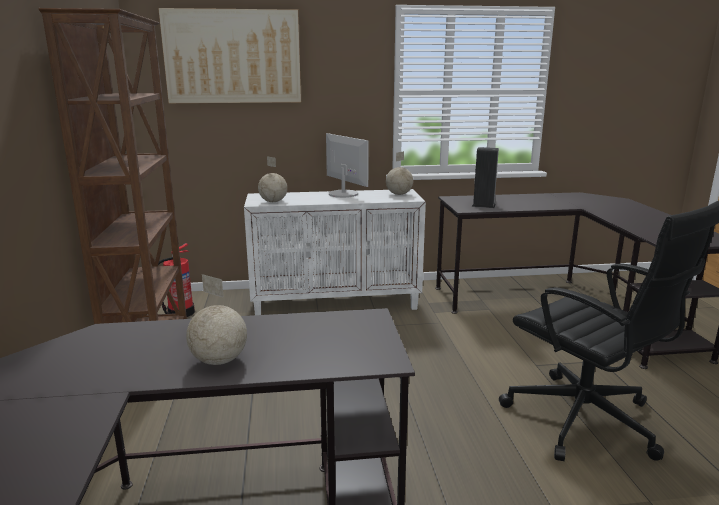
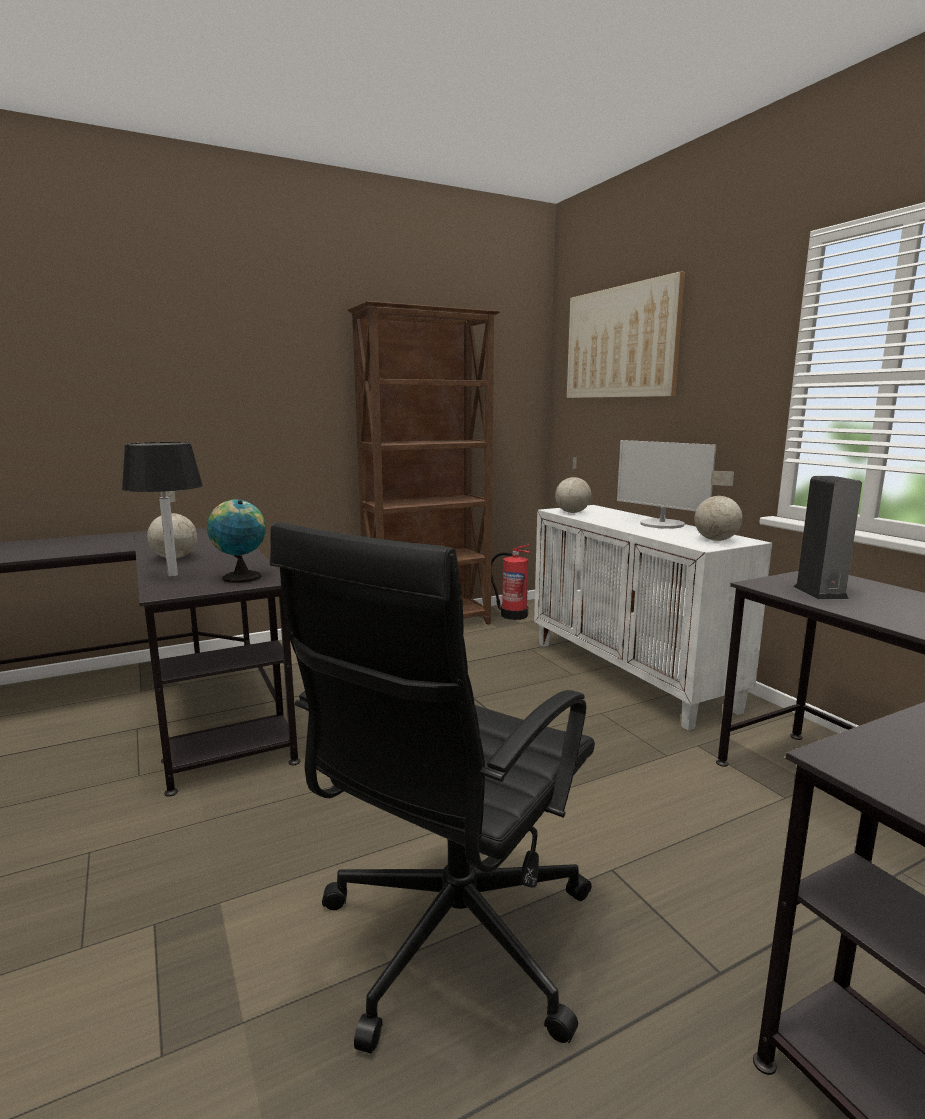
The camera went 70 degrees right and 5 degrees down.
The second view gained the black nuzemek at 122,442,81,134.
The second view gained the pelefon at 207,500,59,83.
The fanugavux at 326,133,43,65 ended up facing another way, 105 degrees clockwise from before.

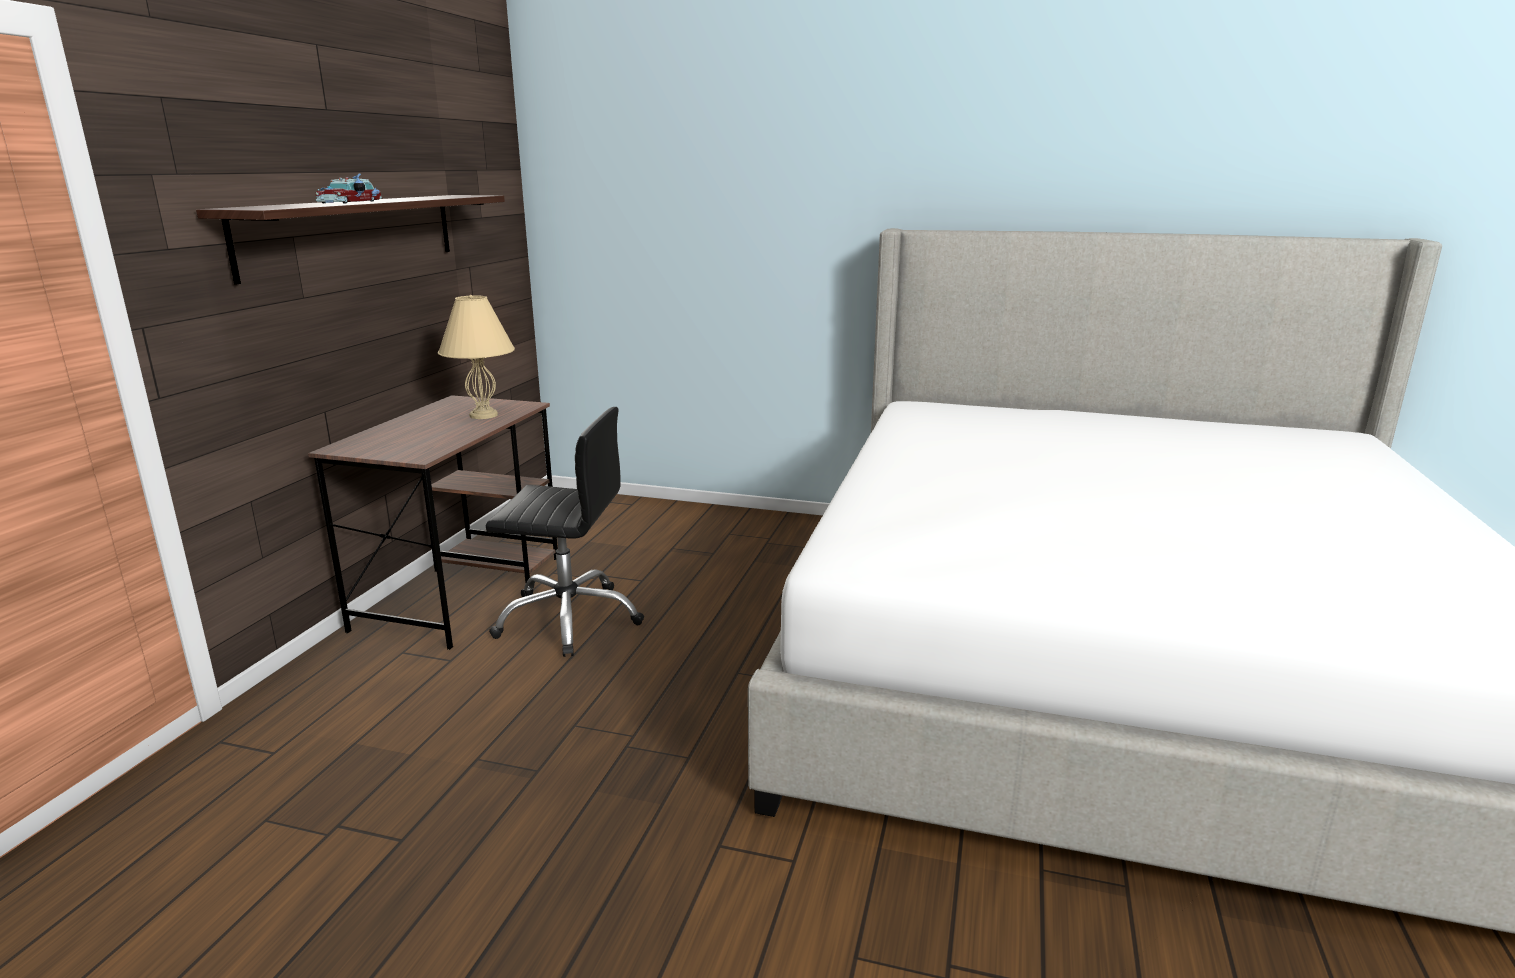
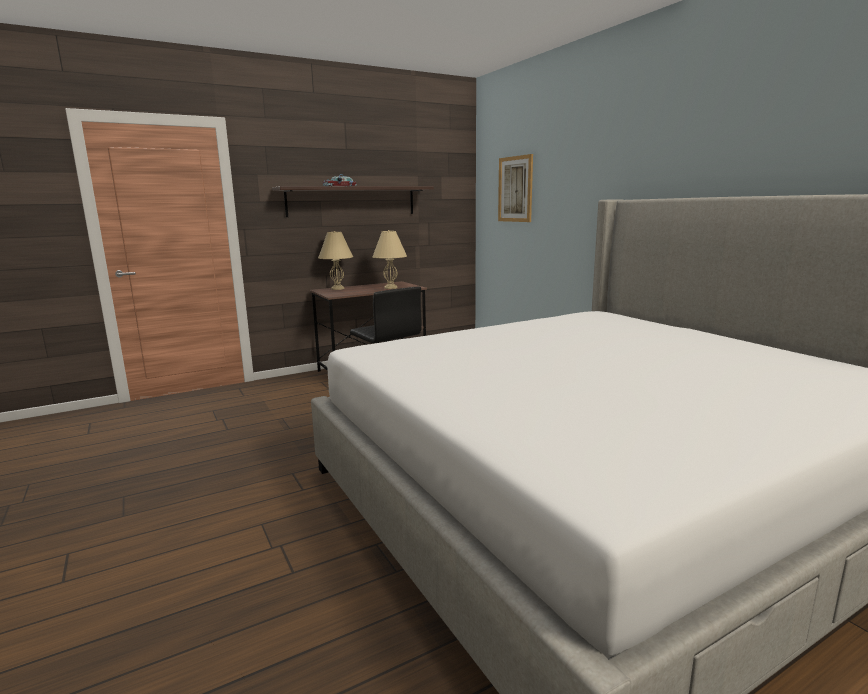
The camera went 45 degrees right and 5 degrees down.
The second view gained the beige nuzemek at 318,231,35,59.
The second view gained the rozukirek at 498,154,35,68.

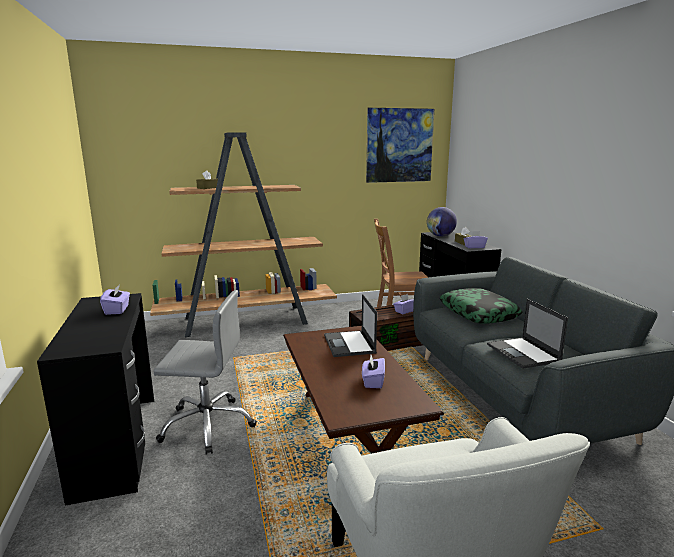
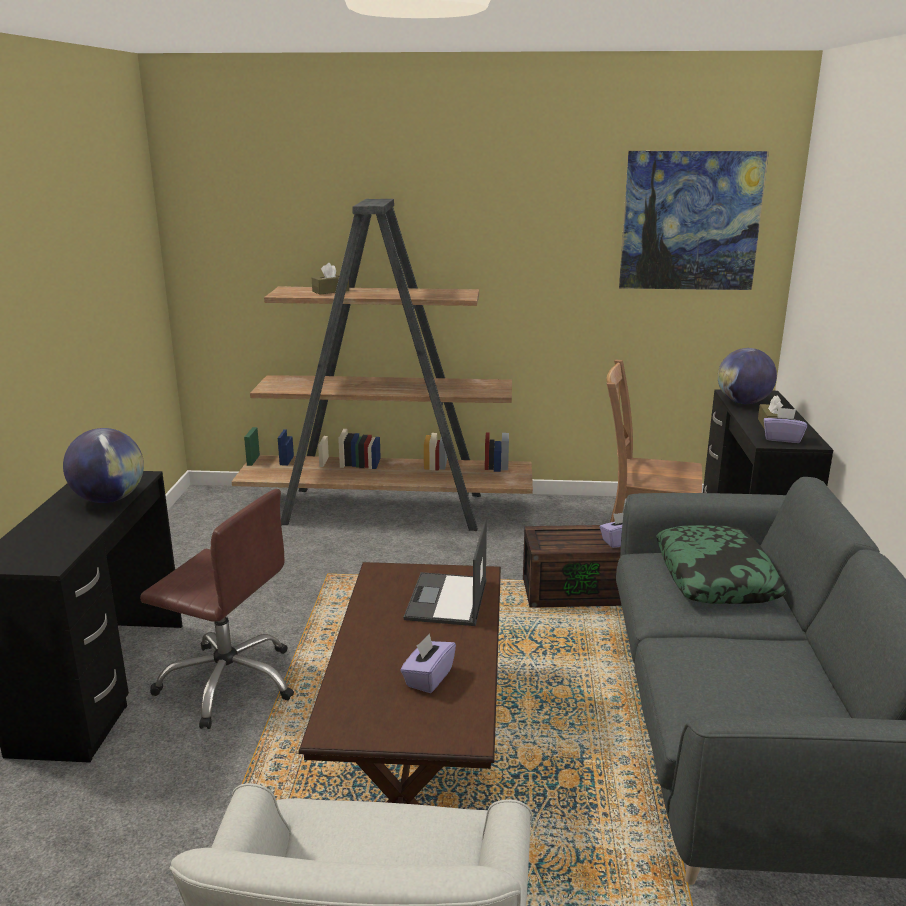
The camera went 20 degrees right and 5 degrees up.
Where the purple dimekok stood at 100,284,30,31, the pelefon came to stand at 63,428,81,75.
What was the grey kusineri at 153,290,104,165 turned into the brown kusineri at 140,489,154,240.
The second view lost the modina at 487,299,81,70.

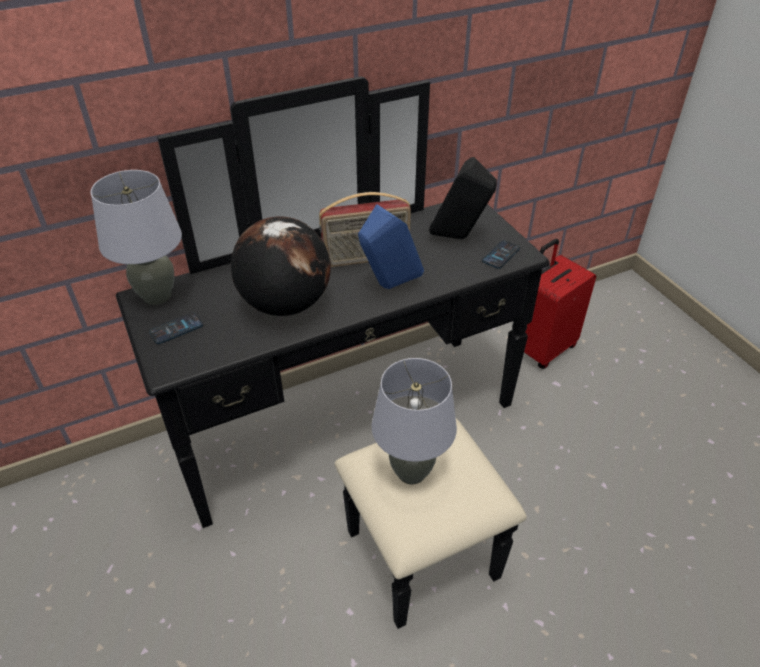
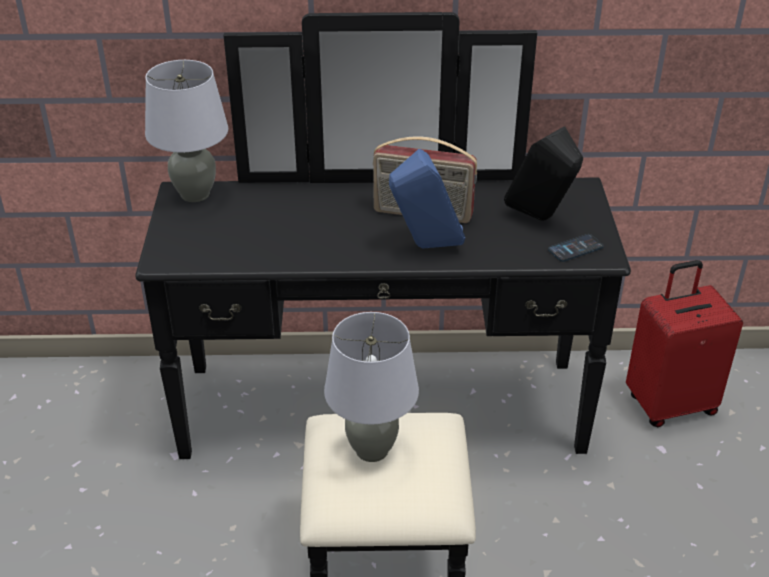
The camera went 25 degrees right and 5 degrees down.
The second view lost the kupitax at 149,313,54,31.
The second view lost the pelefon at 231,216,100,100.

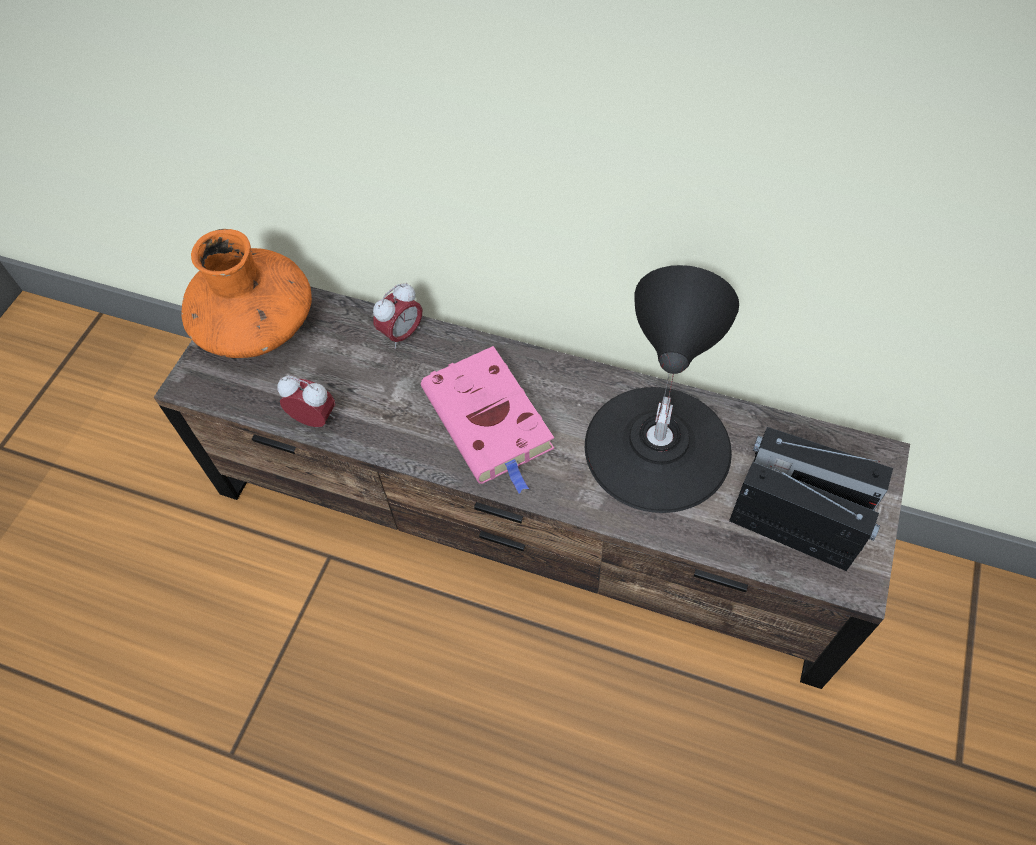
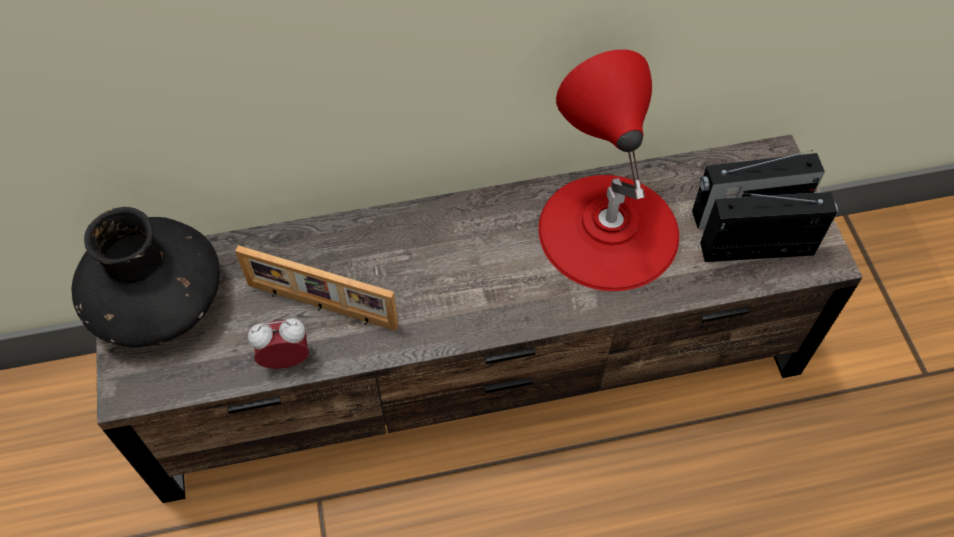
The camera went 35 degrees left and 0 degrees up.
What was the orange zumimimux at 182,229,130,129 turned into the black zumimimux at 71,207,149,140.
The second view gained the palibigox at 235,245,164,86.
What was the black nuzemek at 585,265,154,248 turned into the red nuzemek at 538,50,141,241.
The second view lost the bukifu at 373,283,49,66.
The second view lost the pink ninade at 421,346,133,148.

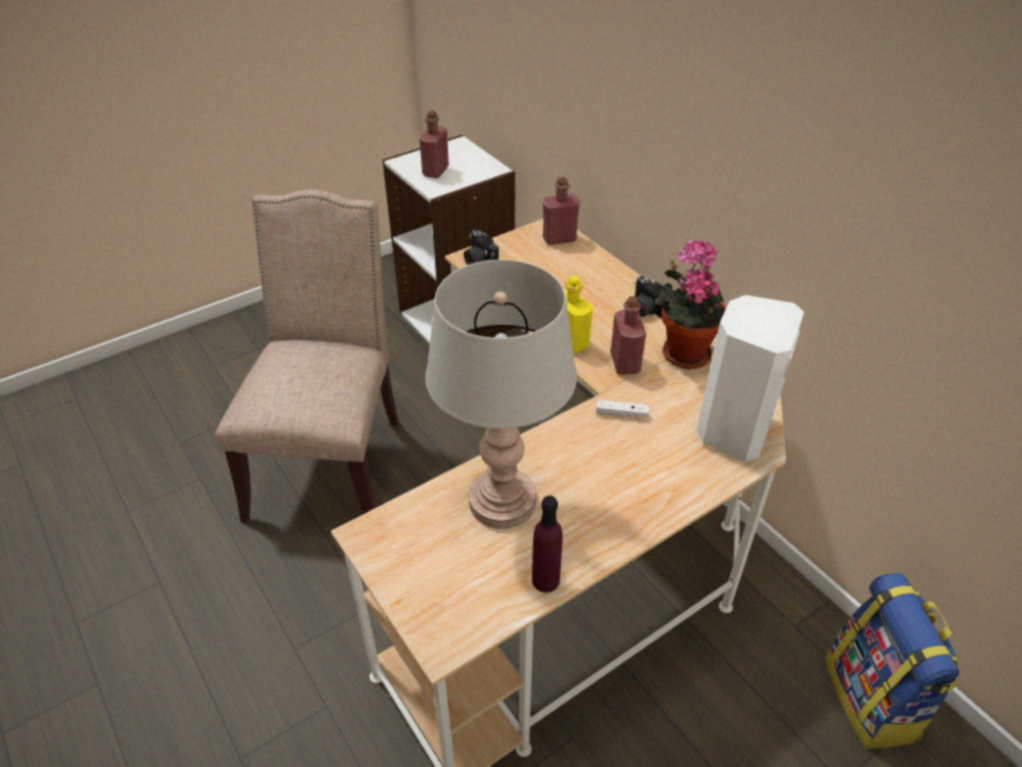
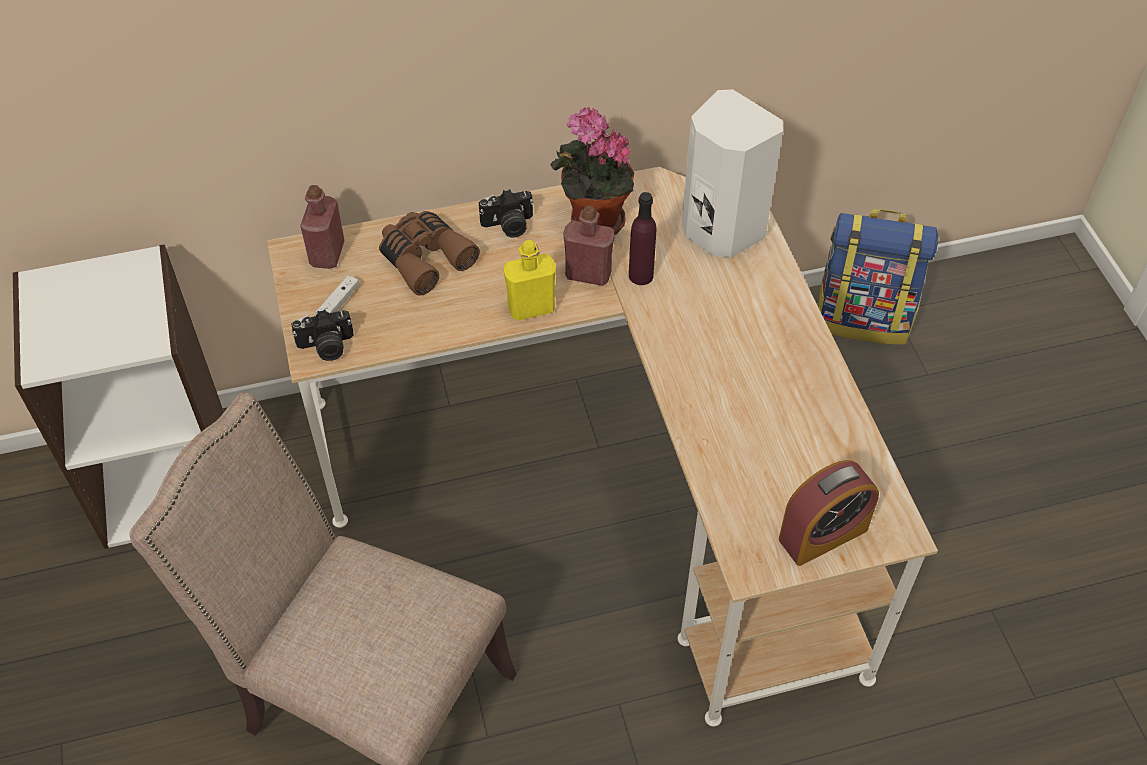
The camera went 70 degrees left and 10 degrees up.
The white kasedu ended up elsewhere, having gone from 596,400,53,18 to 316,275,43,40.
The second view gained the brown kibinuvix at 379,211,101,85.
The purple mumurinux ended up elsewhere, having gone from 532,496,31,96 to 629,192,27,93.
The second view gained the bukifu at 779,460,100,106.
The second view lost the red mumurinux at 419,110,30,68.
The second view lost the grey nuzemek at 425,260,152,269.

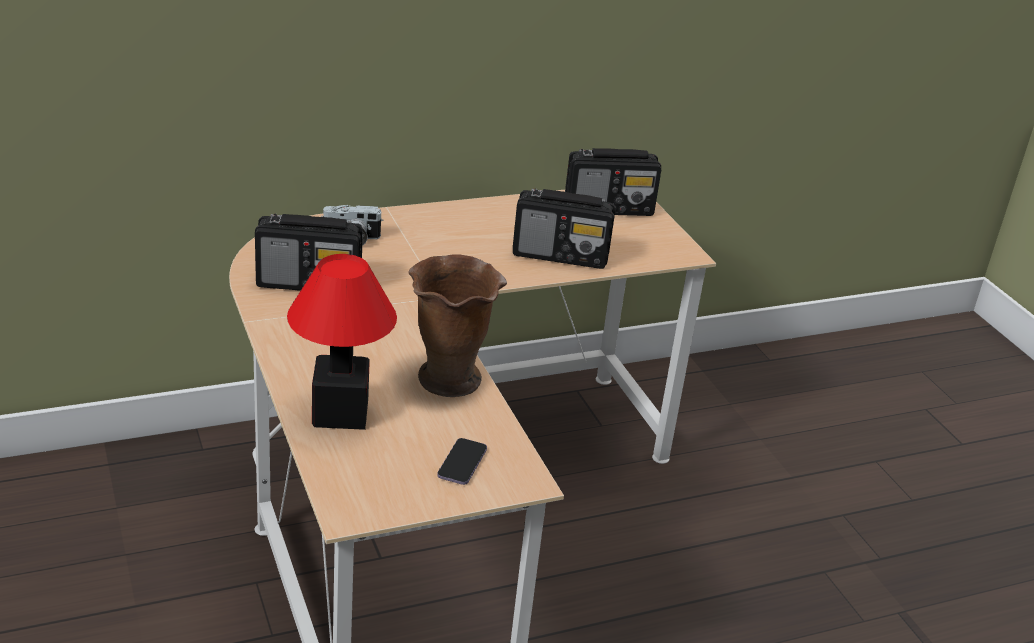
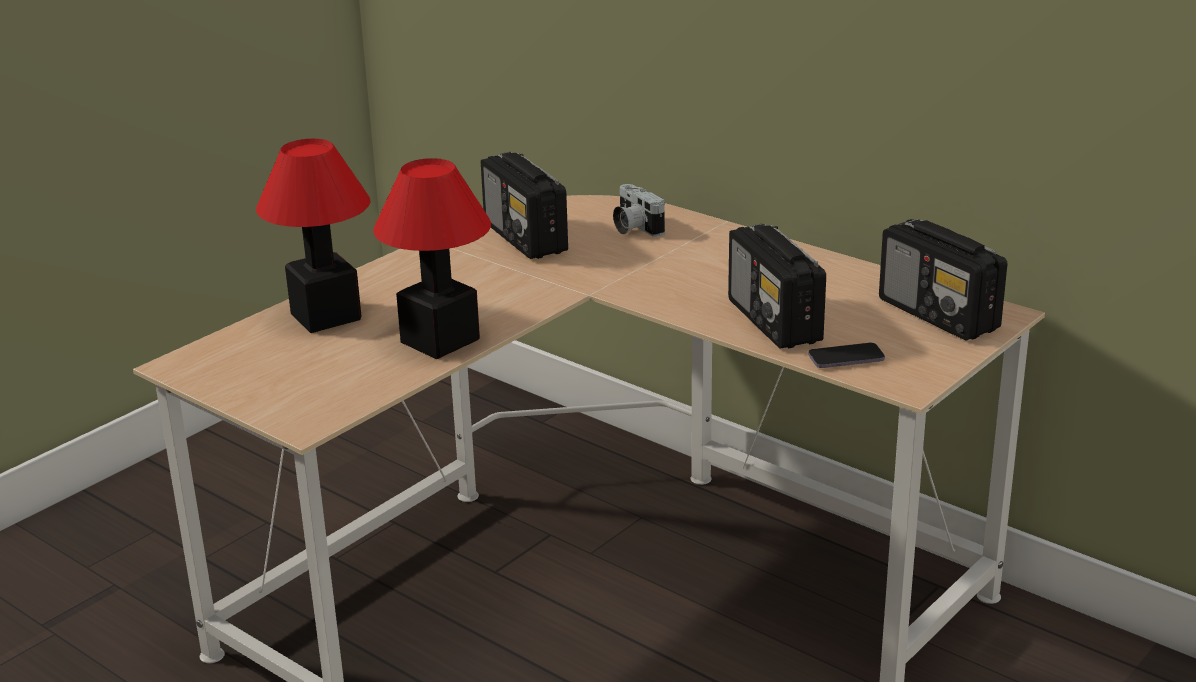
The camera went 65 degrees right and 5 degrees down.
Where the brown zumimimux stood at 408,254,99,143, the nuzemek came to stand at 373,158,118,201.
The kupitax ended up elsewhere, having gone from 437,438,50,47 to 808,343,77,25.

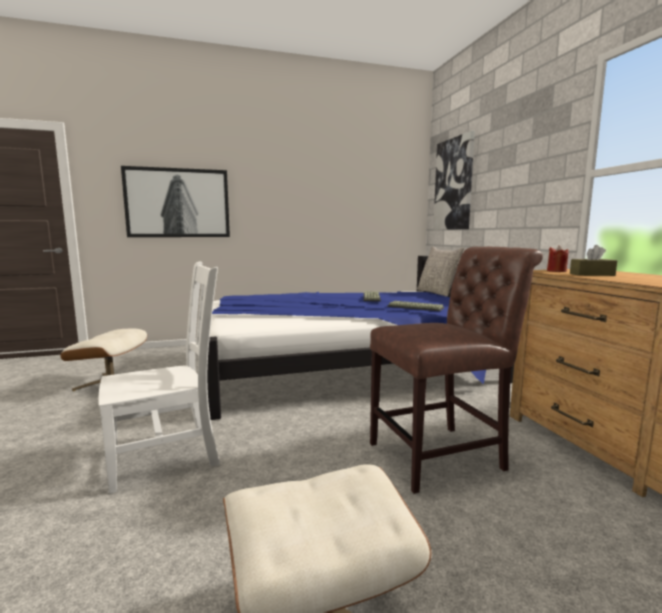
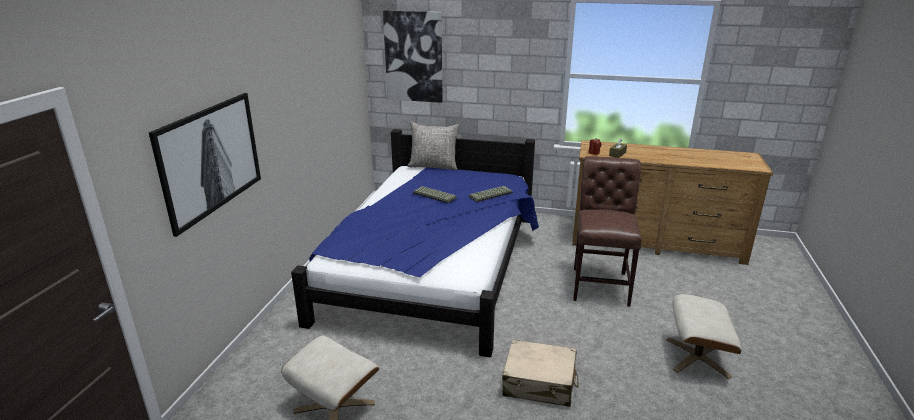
The camera went 60 degrees left and 15 degrees up.
Where the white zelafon stood at 98,261,122,233, the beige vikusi came to stand at 502,340,77,67.

